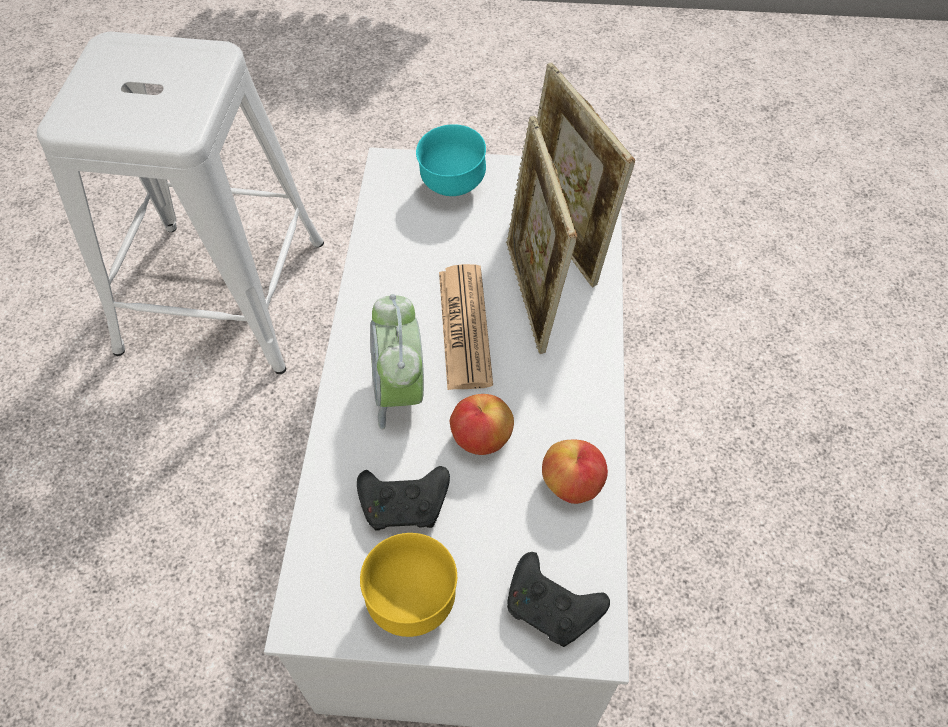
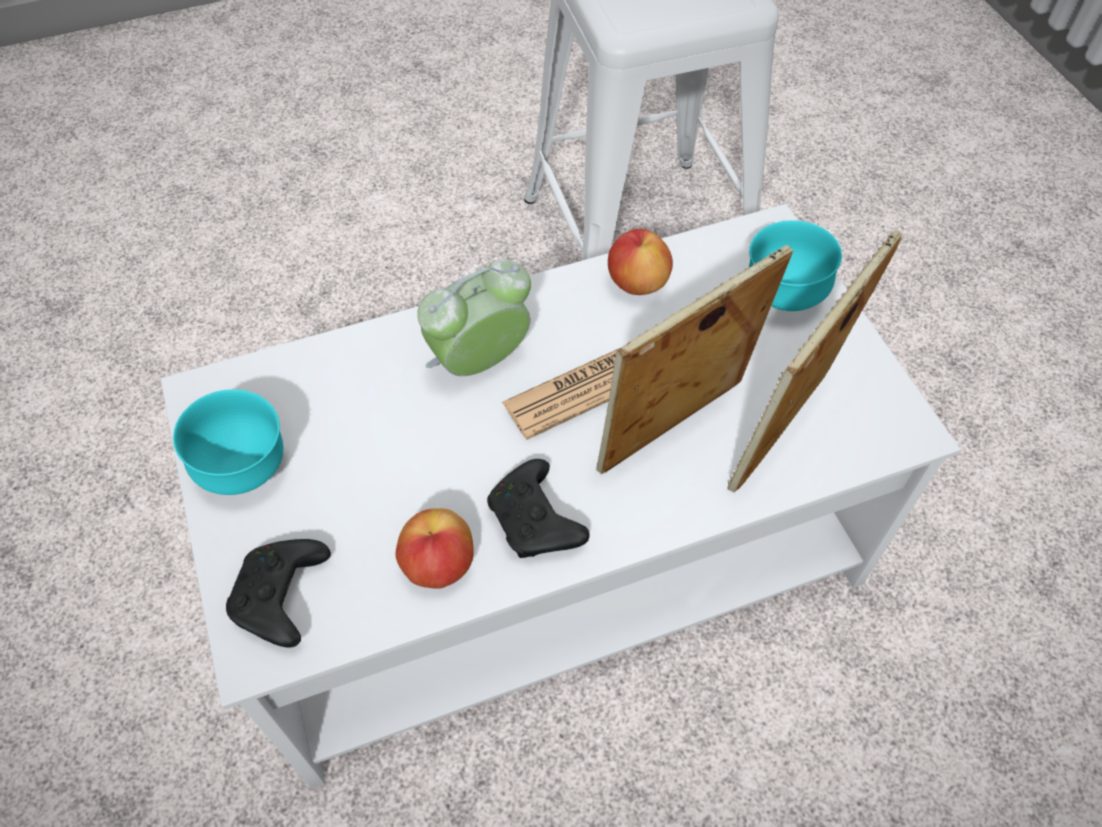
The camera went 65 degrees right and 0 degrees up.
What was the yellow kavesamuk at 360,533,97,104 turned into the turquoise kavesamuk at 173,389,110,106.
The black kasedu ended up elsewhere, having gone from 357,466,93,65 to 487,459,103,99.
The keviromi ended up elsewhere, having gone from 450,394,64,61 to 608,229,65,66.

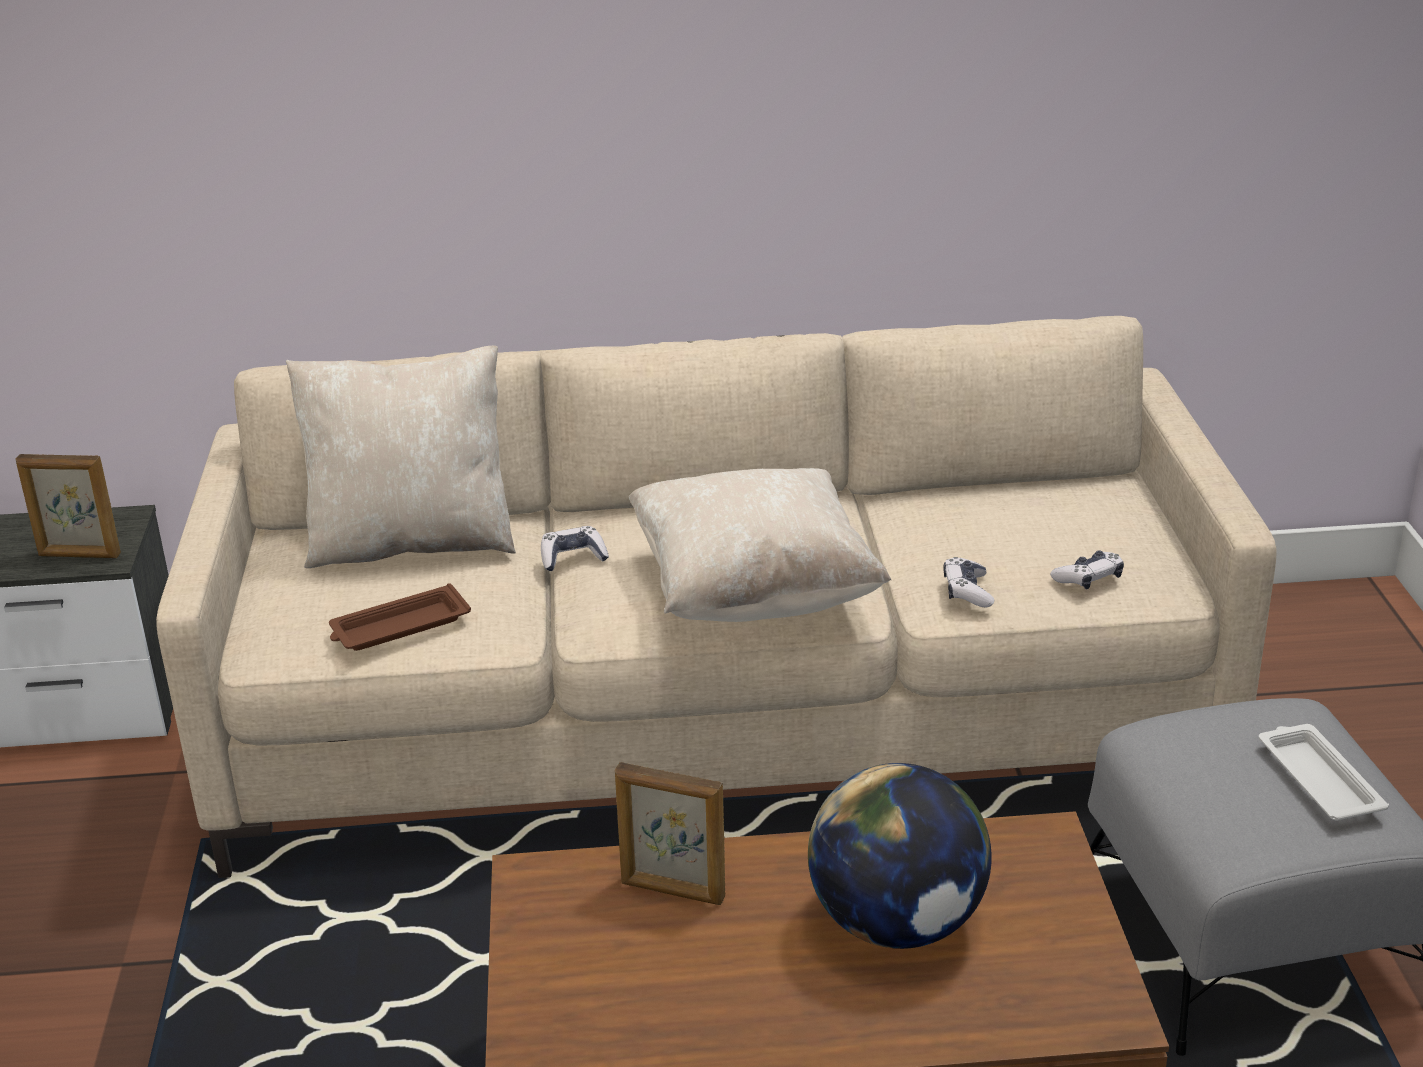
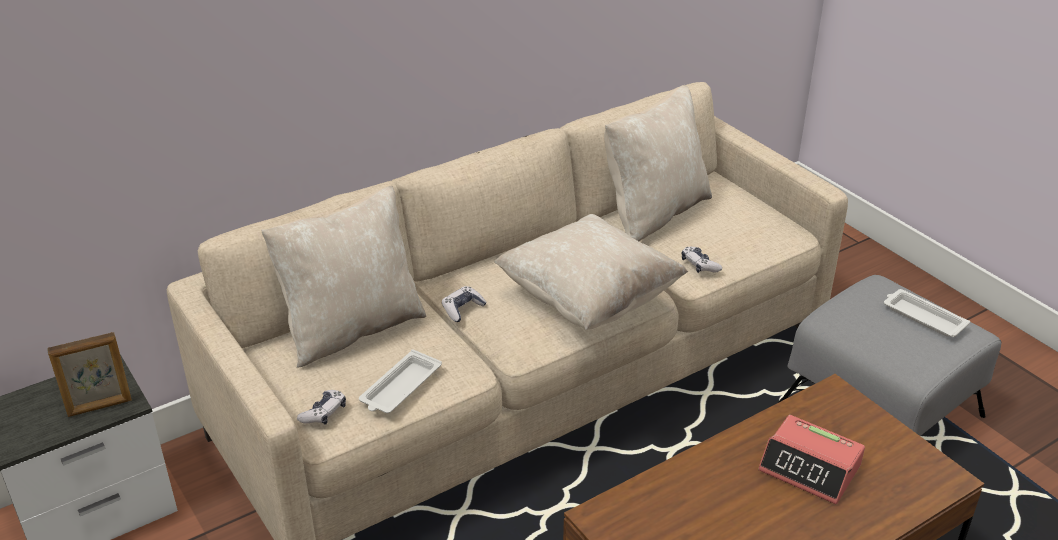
The camera went 30 degrees left and 5 degrees up.
The kasedu ended up elsewhere, having gone from 1050,550,74,39 to 297,390,49,35.
What was the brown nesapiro at 329,583,142,68 turned into the white nesapiro at 359,349,83,64.
The second view gained the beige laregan at 604,85,108,156.
Where the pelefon stood at 808,763,184,186, the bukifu came to stand at 758,415,107,89.
The second view lost the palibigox at 615,762,110,143.

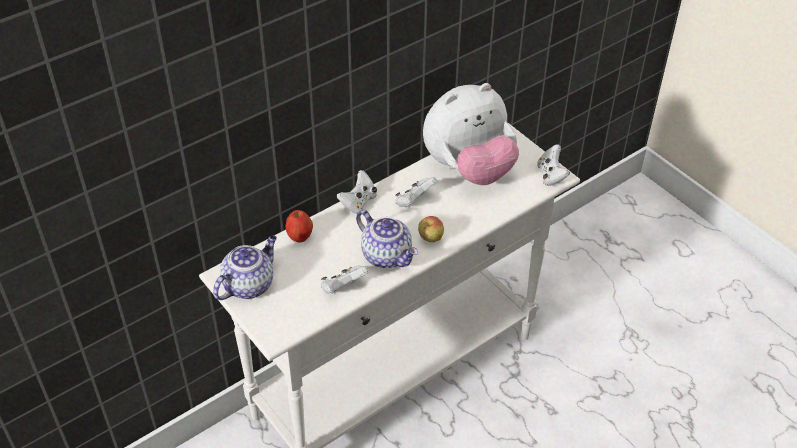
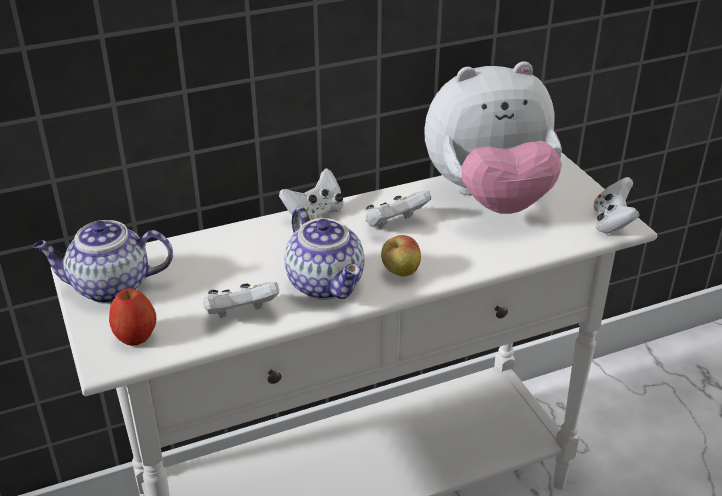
The camera went 15 degrees right and 10 degrees down.
The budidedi at 213,235,64,65 ended up facing another way, 150 degrees counterclockwise from before.
The keviromi ended up elsewhere, having gone from 286,210,27,33 to 109,289,47,57.

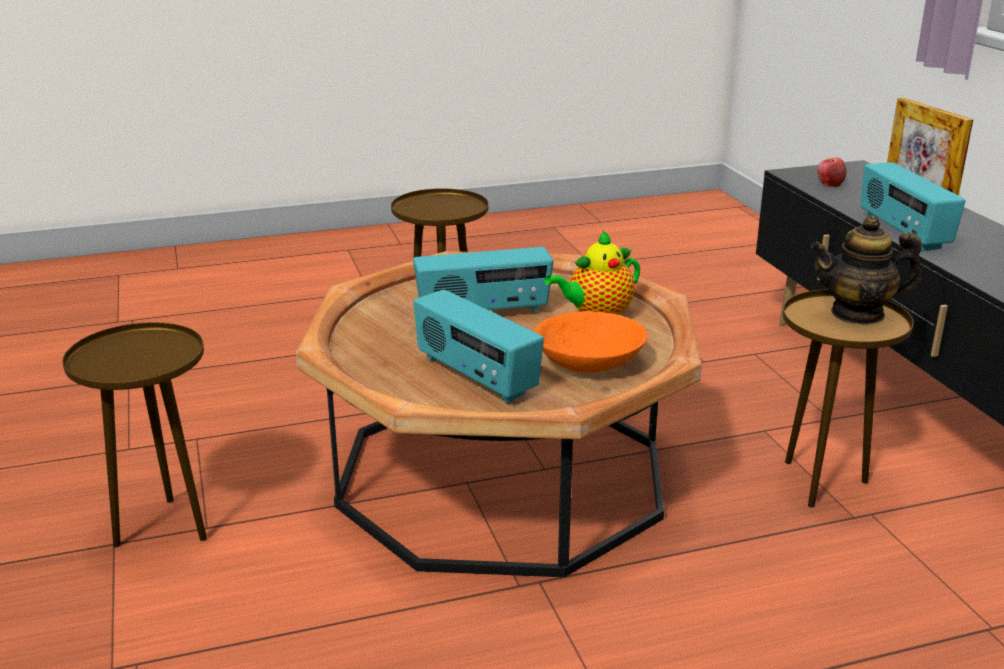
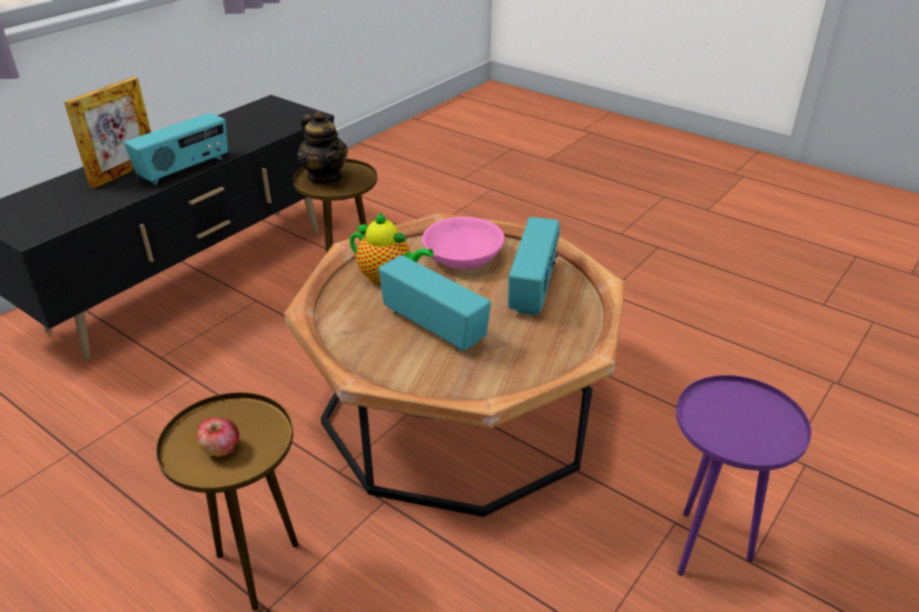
The camera went 125 degrees left and 10 degrees up.
The keviromi ended up elsewhere, having gone from 818,157,28,30 to 196,417,43,40.
What was the orange kavesamuk at 535,311,112,62 turned into the pink kavesamuk at 422,217,83,52.
What was the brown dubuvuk at 63,322,144,225 turned into the purple dubuvuk at 676,375,135,201.

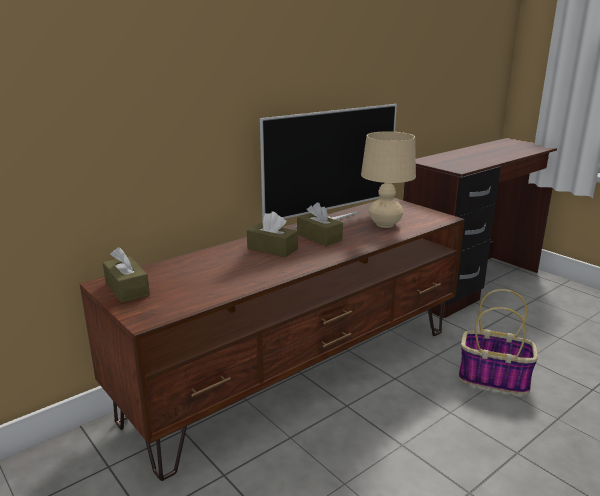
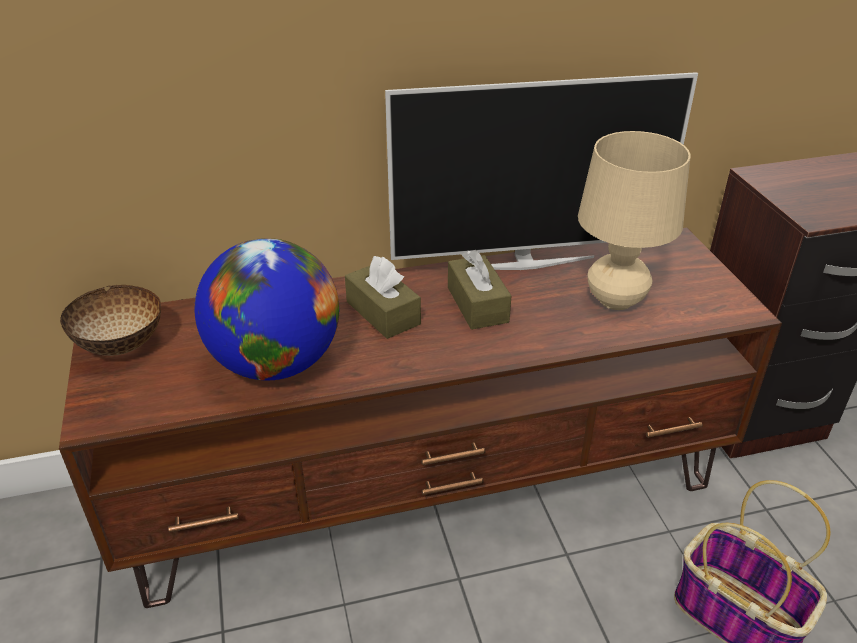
The camera went 25 degrees right and 15 degrees up.
Where the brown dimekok stood at 103,247,47,56, the kavesamuk came to stand at 60,285,101,71.
The second view gained the pelefon at 195,238,144,142.

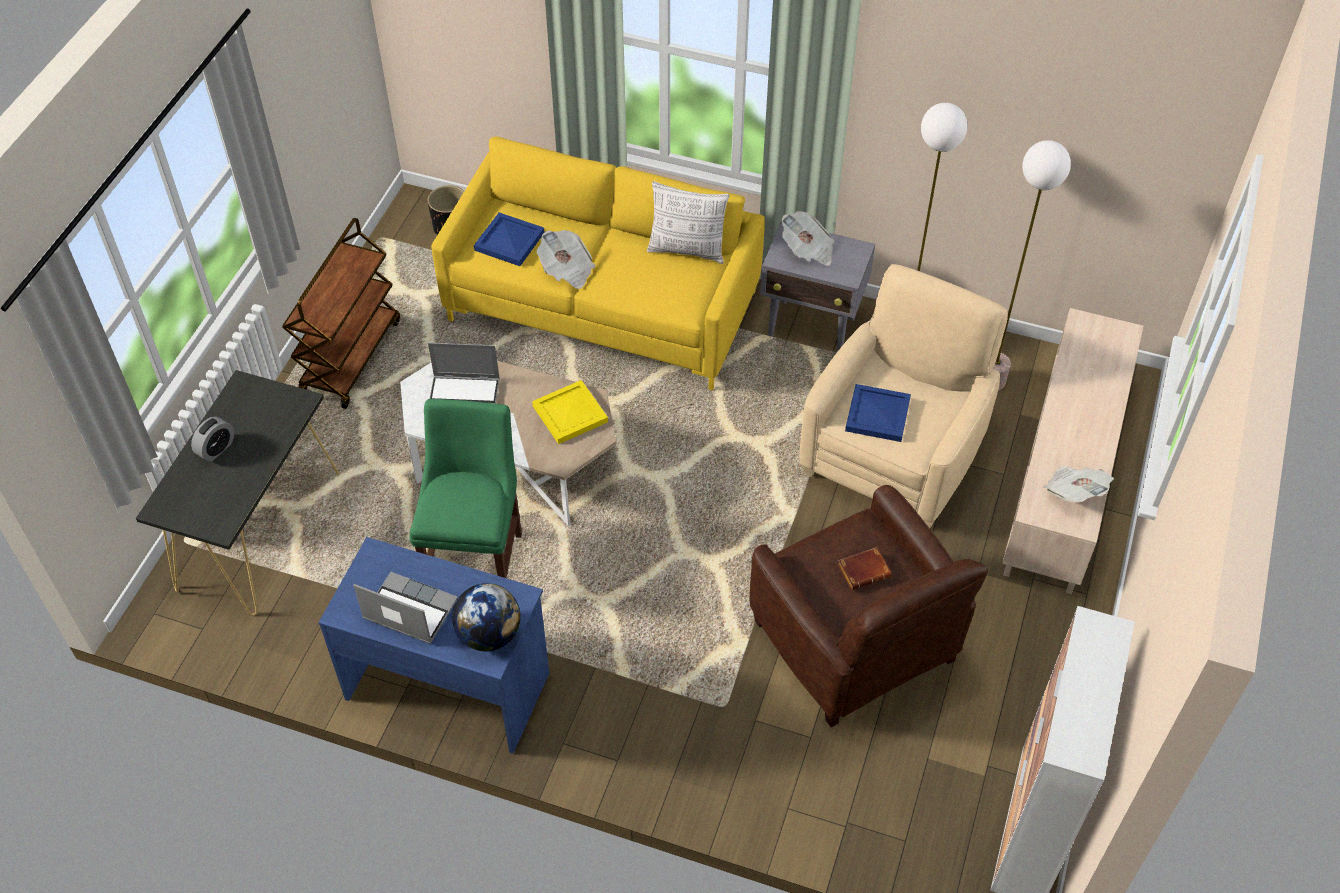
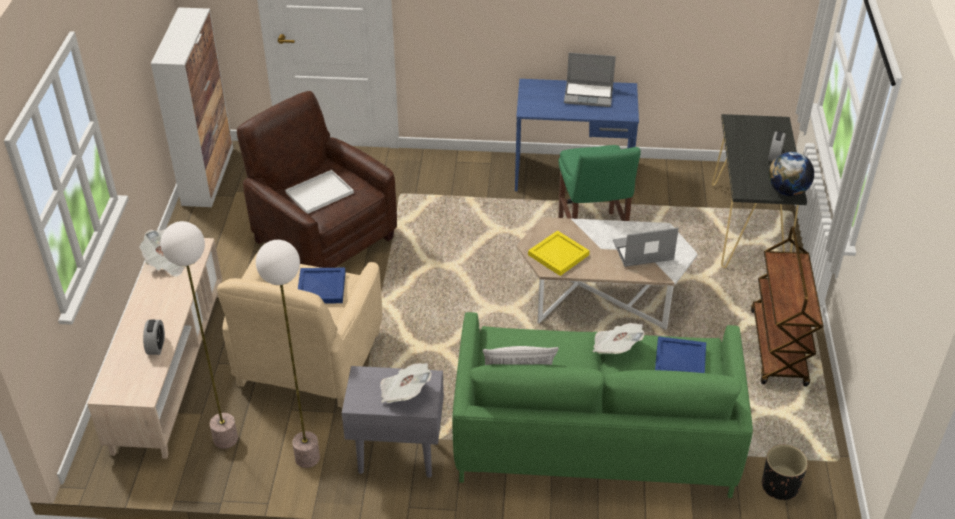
The camera went 165 degrees right and 10 degrees down.
The second view gained the bukifu at 143,319,22,36.
Where the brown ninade stood at 838,547,53,43, the white nesapiro came to stand at 285,170,69,44.
What was the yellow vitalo at 431,137,334,253 turned into the green vitalo at 452,312,301,186.
The pelefon ended up elsewhere, having gone from 452,583,68,68 to 769,152,45,44.

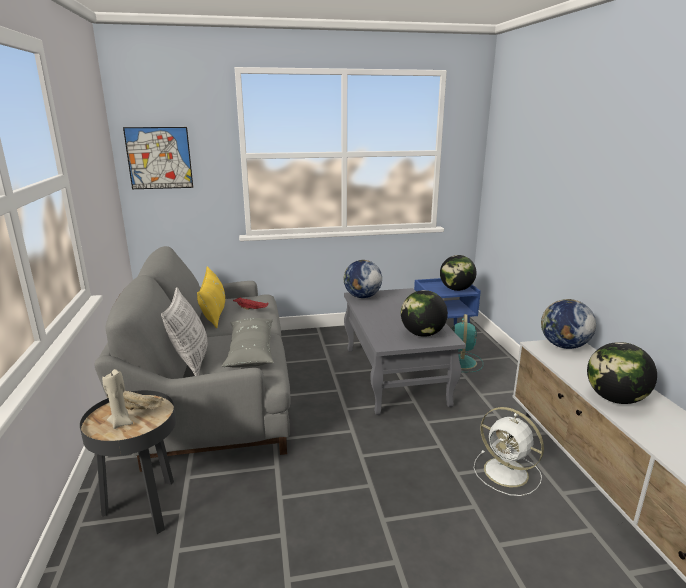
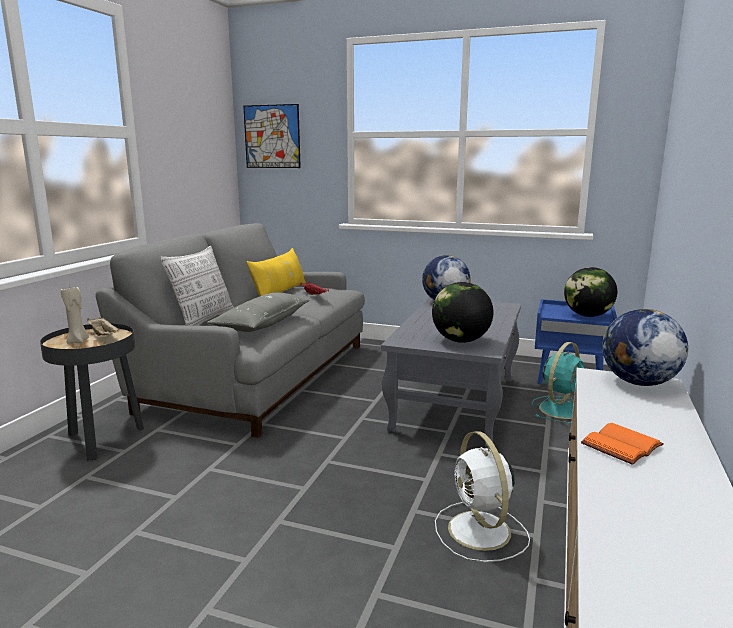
The camera went 30 degrees right and 5 degrees down.
Where the pelefon stood at 587,342,70,62, the orange ninade came to stand at 581,423,83,42.

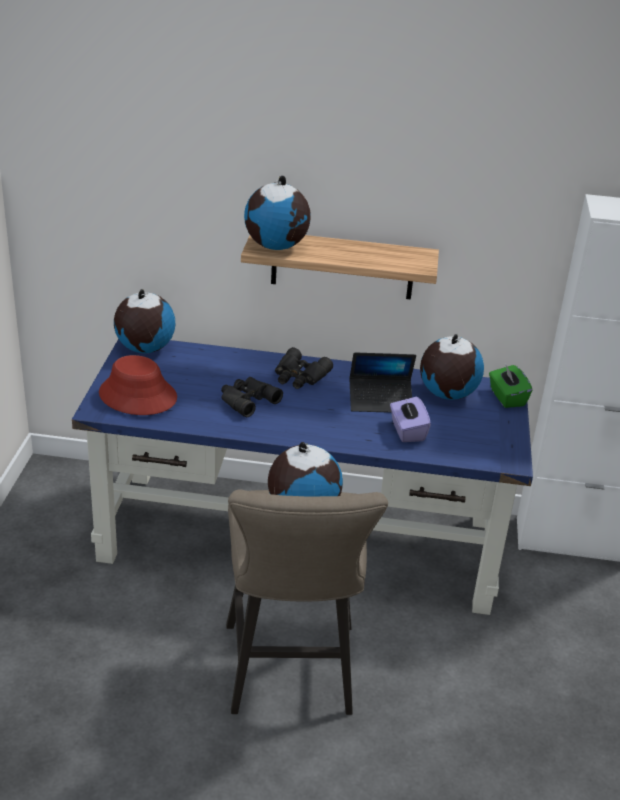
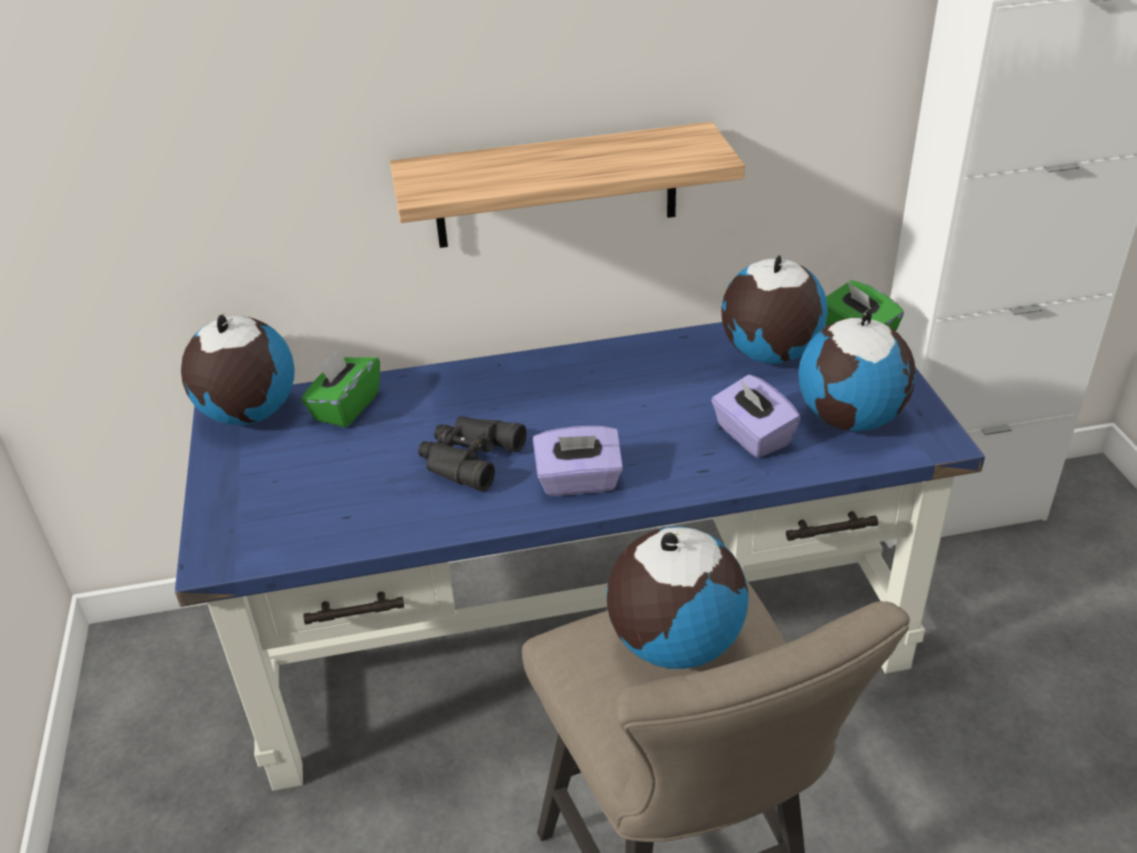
The camera went 15 degrees left and 5 degrees up.
The second view gained the green dimekok at 301,348,79,80.
The second view gained the purple dimekok at 533,426,90,70.
The pelefon ended up elsewhere, having gone from 244,175,67,75 to 799,309,117,122.
The second view lost the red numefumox at 99,355,78,60.
The second view lost the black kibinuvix at 275,347,58,42.
The second view lost the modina at 349,352,67,61.

